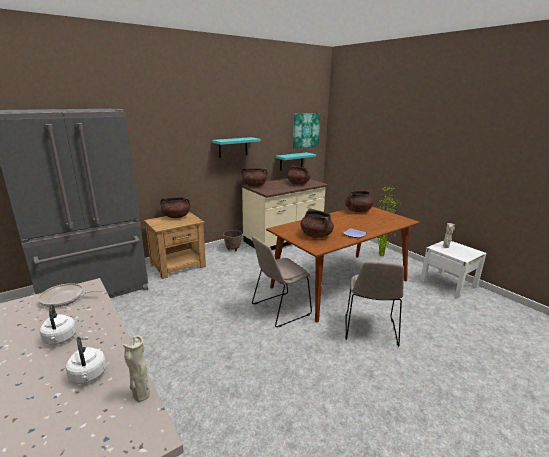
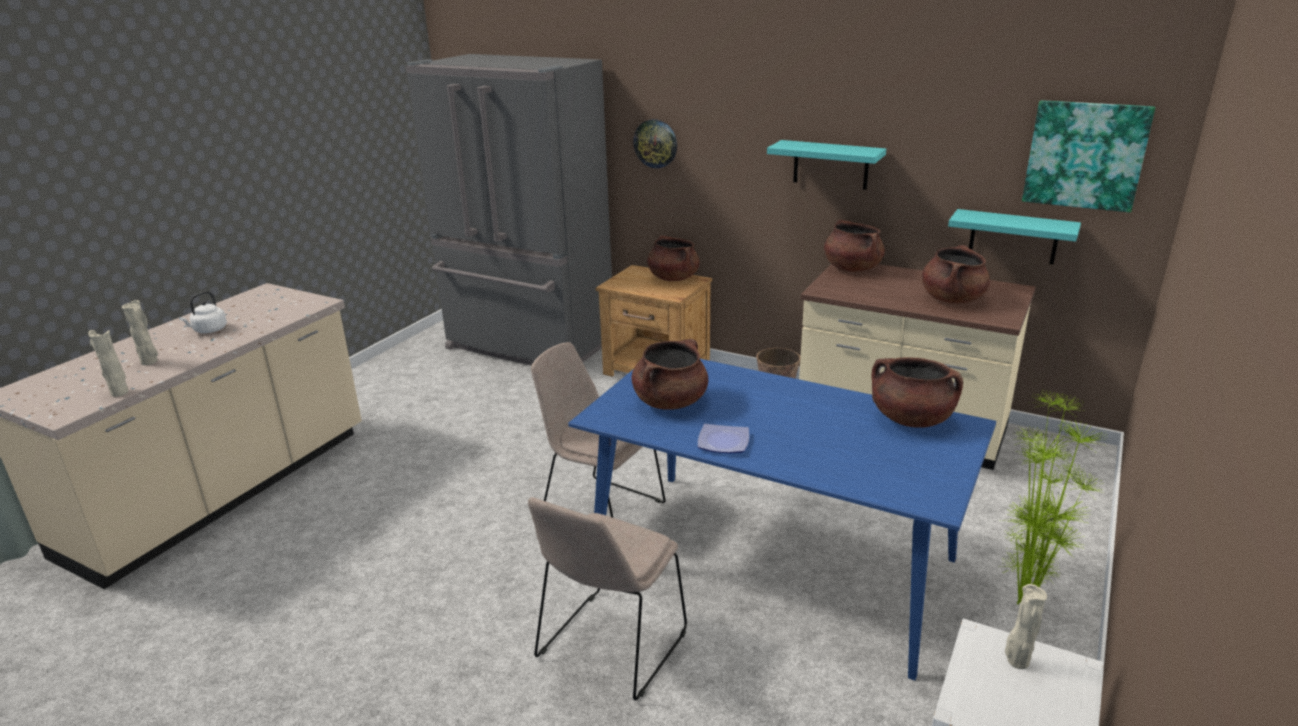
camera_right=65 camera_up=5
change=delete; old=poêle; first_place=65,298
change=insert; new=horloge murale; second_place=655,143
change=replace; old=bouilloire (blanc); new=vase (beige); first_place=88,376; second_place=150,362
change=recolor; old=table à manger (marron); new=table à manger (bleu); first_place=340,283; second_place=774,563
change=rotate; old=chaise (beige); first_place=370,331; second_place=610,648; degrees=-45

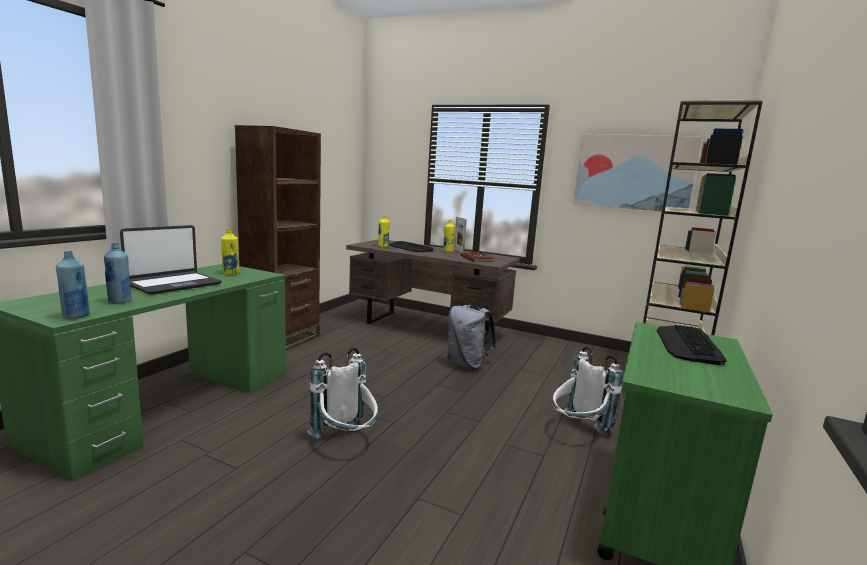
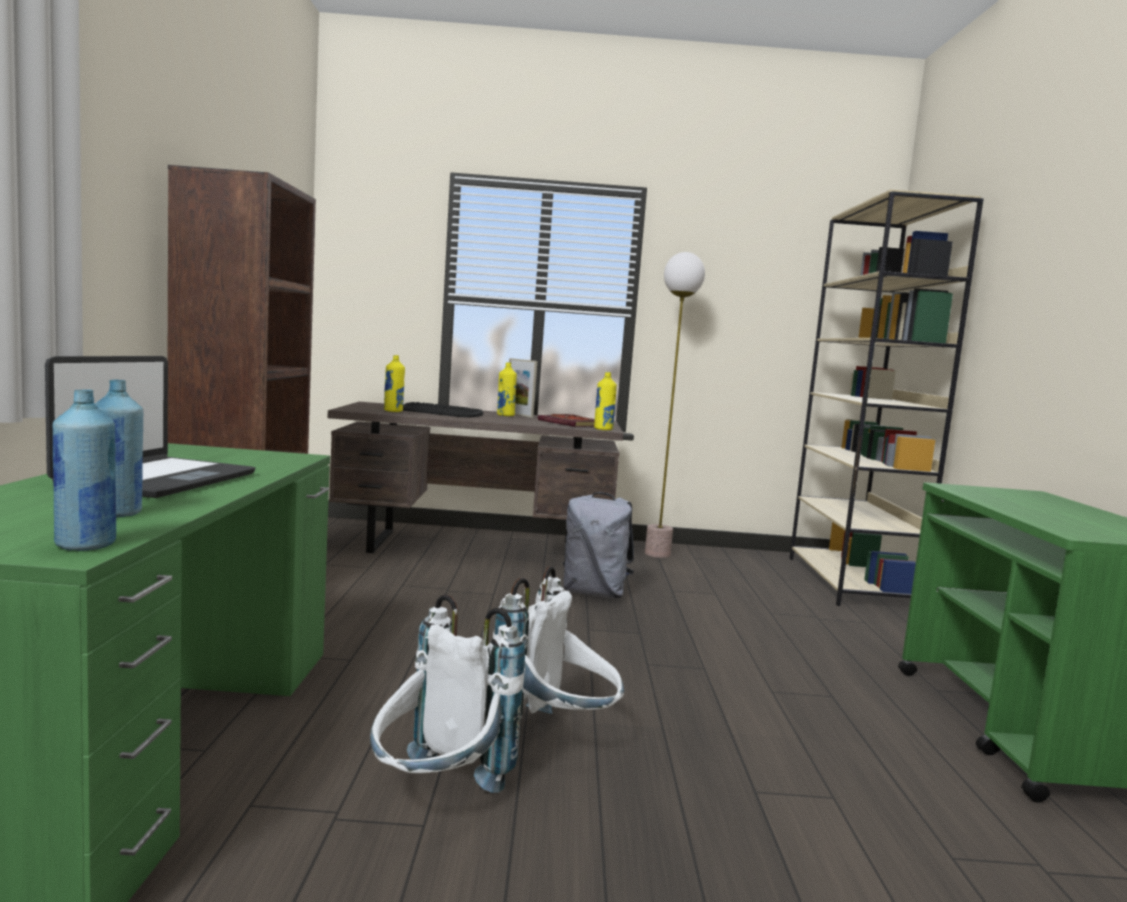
camera_right=-25 camera_up=-5
change=delete; old=tableau; first_place=633,172
change=delete; old=clavier; first_place=688,345
change=insert; new=lampadaire; second_place=657,554
change=move; old=bouteille (jaune); first_place=230,273; second_place=603,429
change=move; old=sac à dos (blanc); first_place=577,431; second_place=437,796

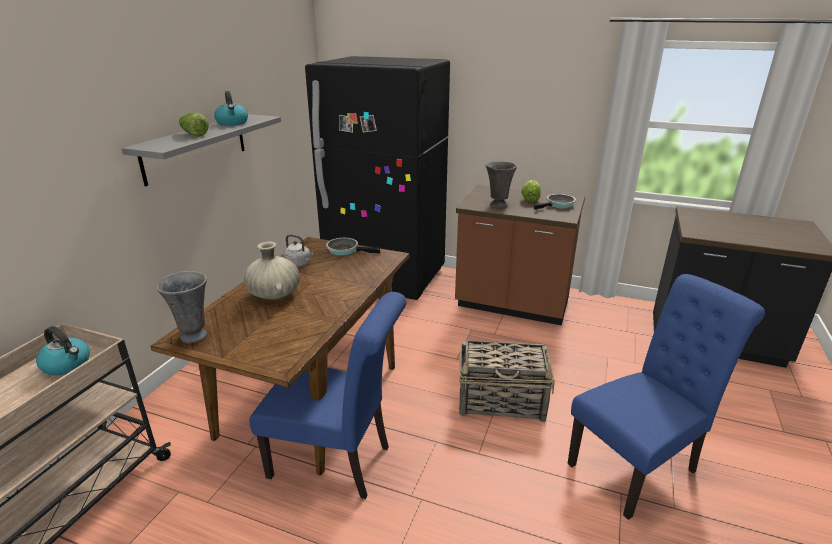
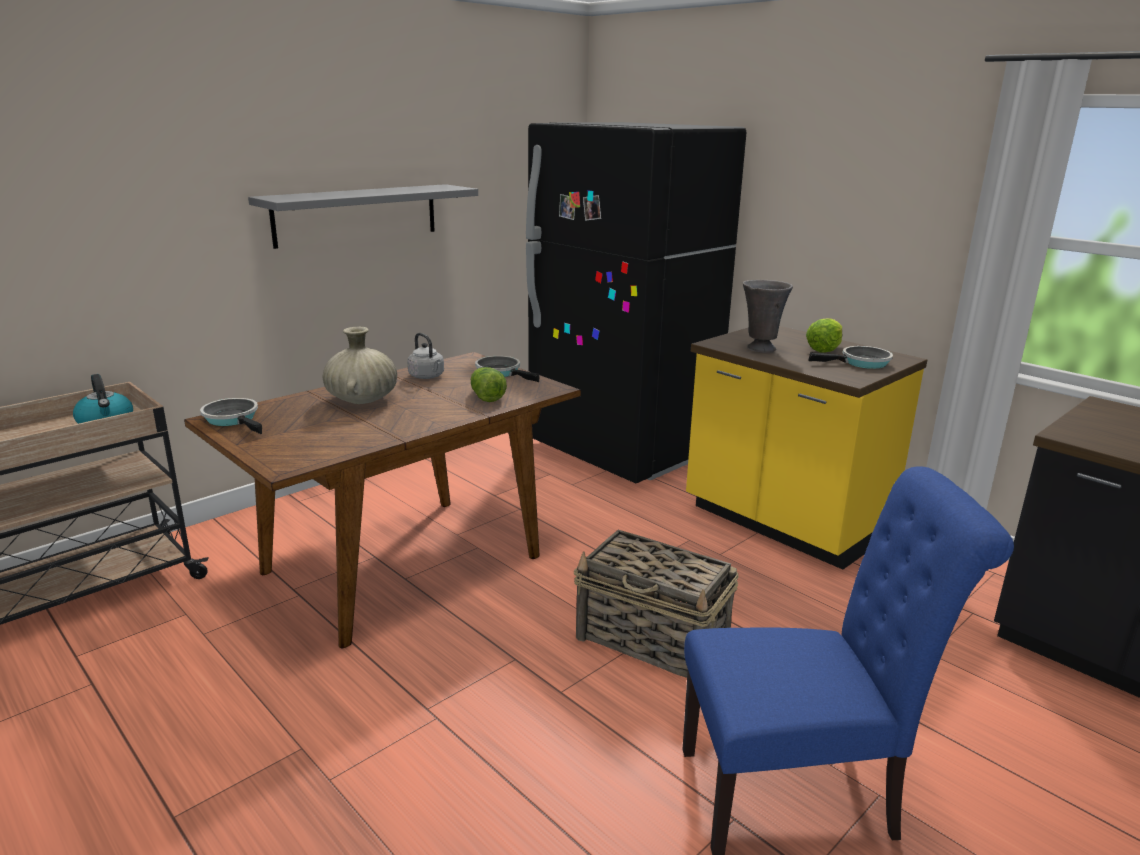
camera_right=25 camera_up=-5
change=delete; old=bouilloire; first_place=232,123
change=delete; old=chaise (bleu); first_place=337,462
change=move; old=laitue; first_place=194,134; second_place=486,396
change=replace; old=vase (gris); new=poêle; first_place=194,335; second_place=233,419
change=recolor; old=comptoir de cuisine (marron); new=comptoir de cuisine (jaune); first_place=512,304; second_place=784,523

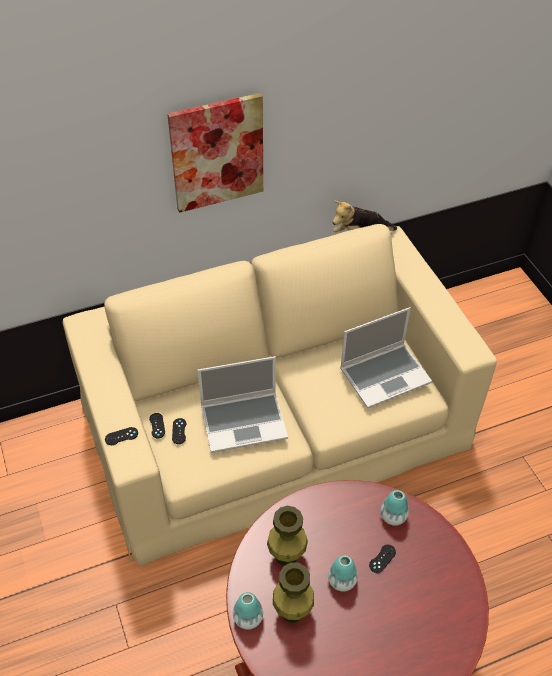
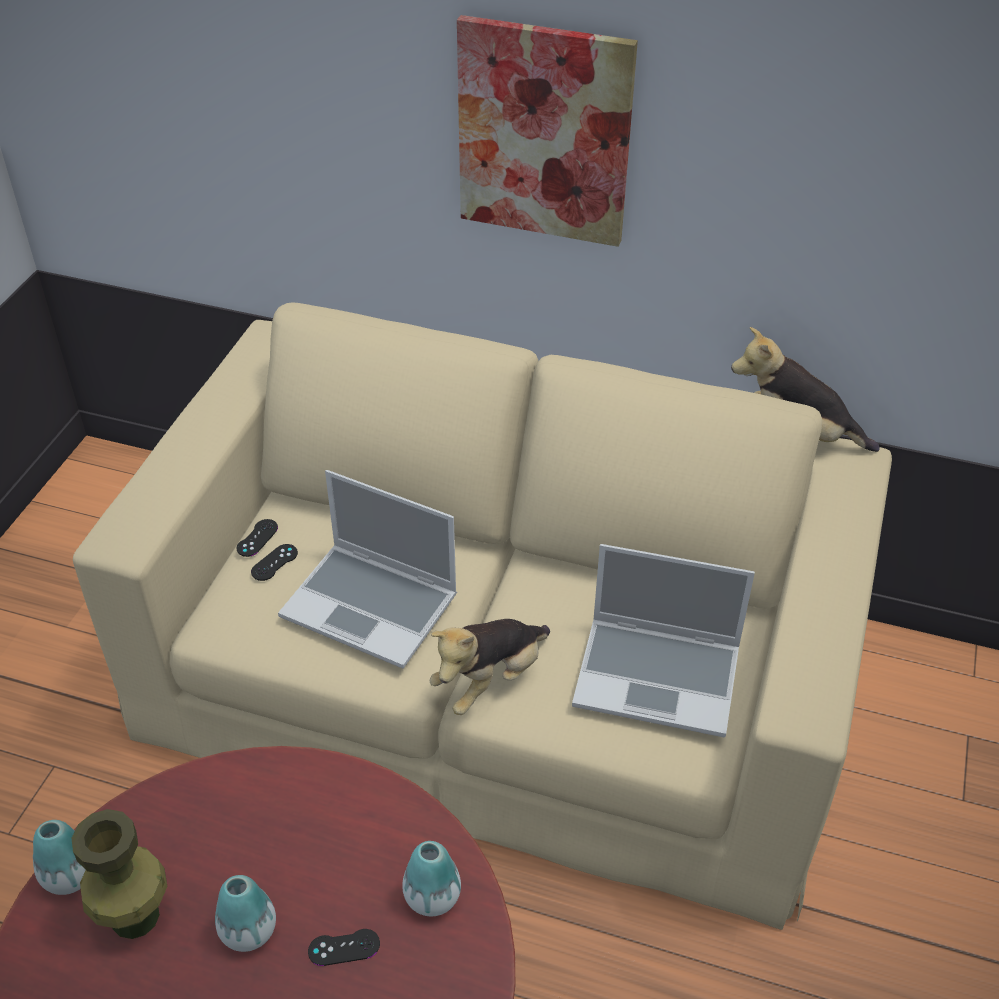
camera_right=40 camera_up=-5
change=delete; old=manette (noir); first_place=121,436
change=delete; old=vase (vert); first_place=287,555
change=insert; new=peluche; second_place=490,680

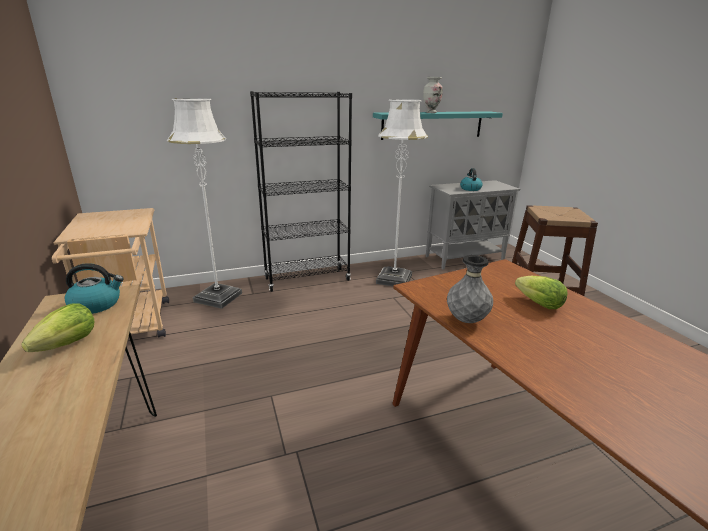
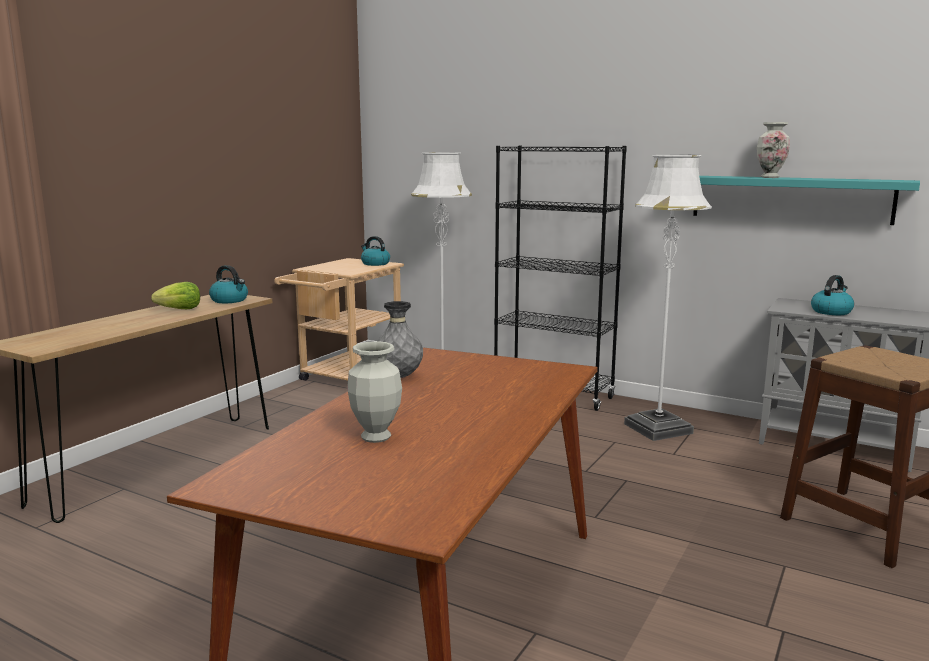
camera_right=50 camera_up=-10
change=delete; old=laitue; first_place=539,304
change=insert; new=vase; second_place=376,437
change=insert; new=bouilloire; second_place=375,263

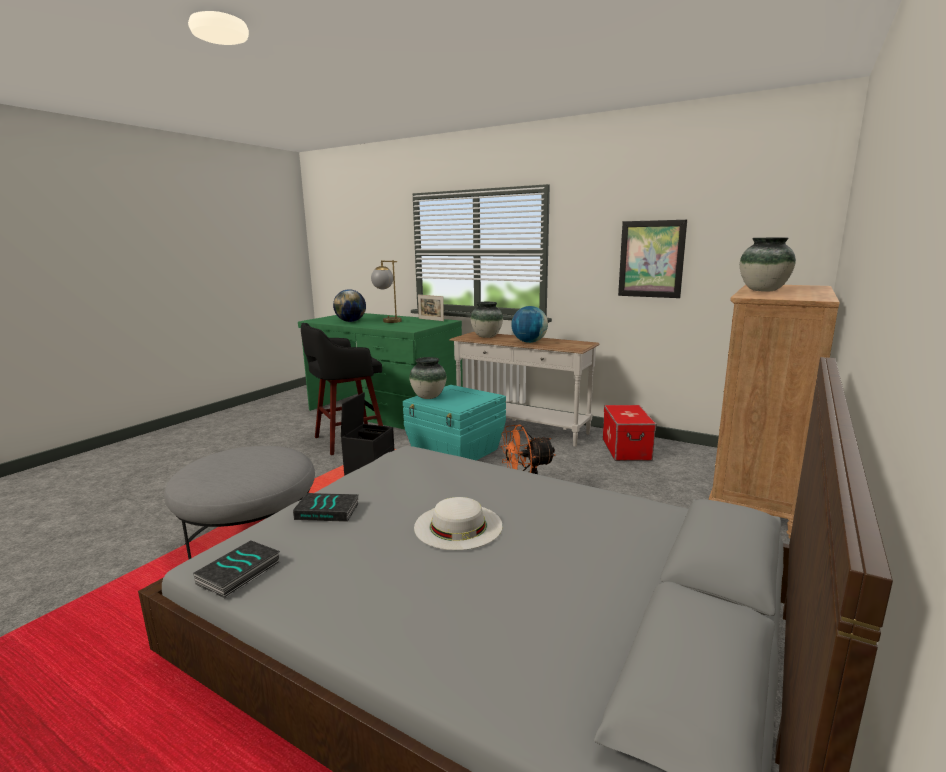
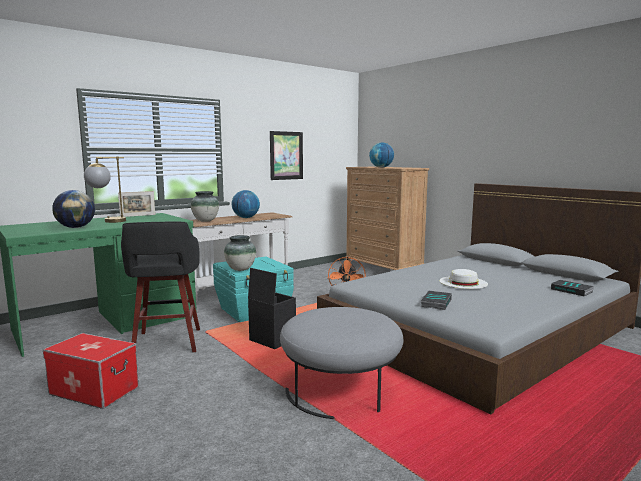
camera_right=-70 camera_up=-5
change=move; old=livre; first_place=239,574; second_place=572,290
change=move; old=boîte de rangement; first_place=625,449; second_place=93,391
change=replace; old=vase; new=globe; first_place=763,290; second_place=381,167

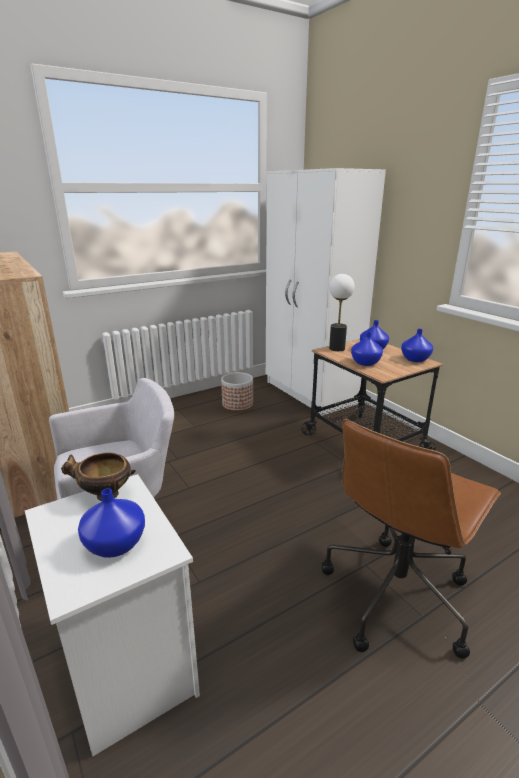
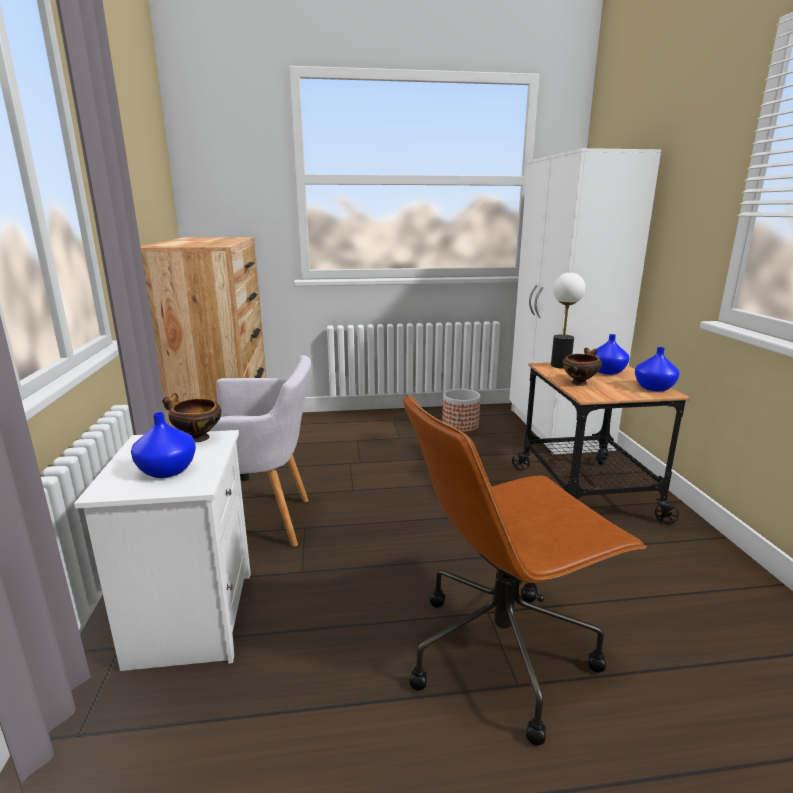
camera_right=25 camera_up=-5
change=replace; old=vase (bleu); new=bol; first_place=365,363; second_place=579,383

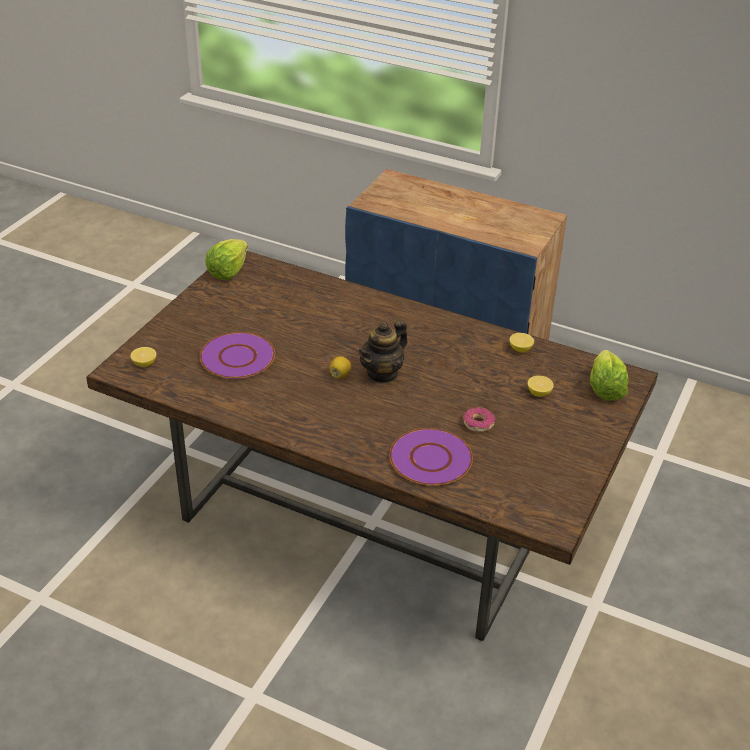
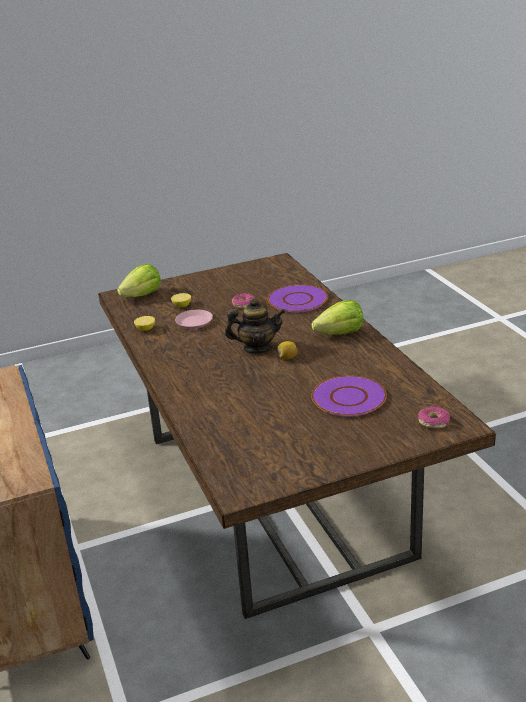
camera_right=-135 camera_up=-10
change=insert; new=assiette (rose); second_place=194,322
change=move; old=laitue; first_place=228,271; second_place=340,333
change=replace; old=citron; new=beignet; first_place=144,364; second_place=433,422

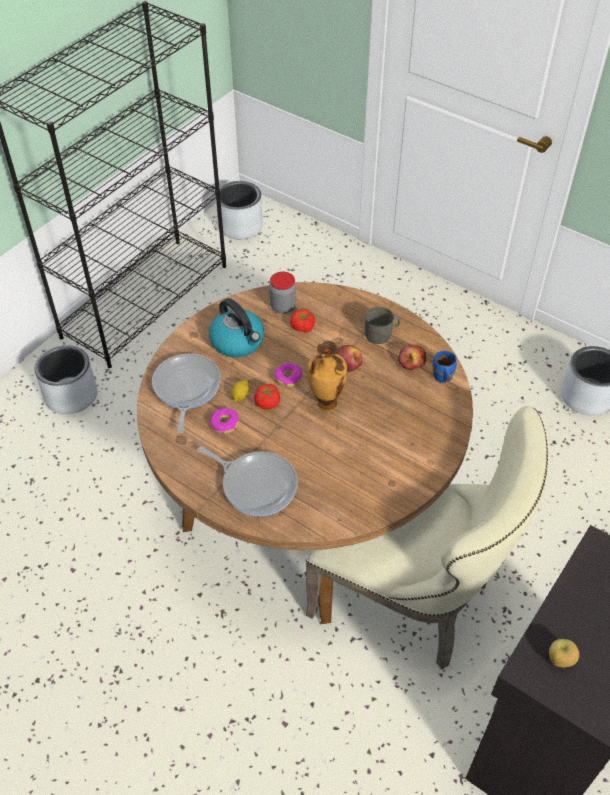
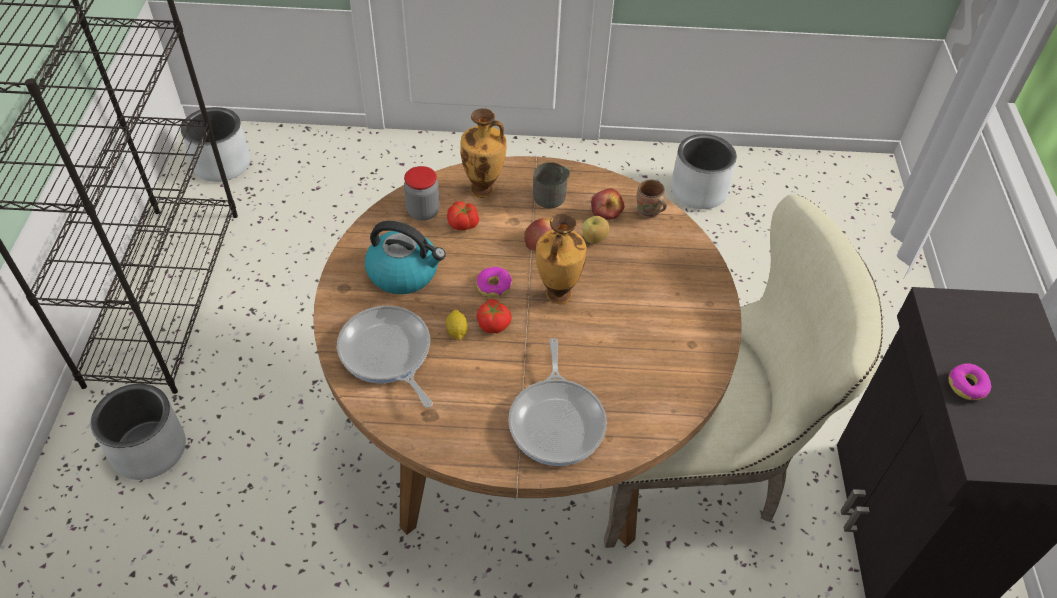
camera_right=-35 camera_up=0
change=insert; new=vase; second_place=484,190
change=move; old=beignet; first_place=224,424; second_place=967,386
change=move; old=pomme; first_place=560,660; second_place=594,240
change=recolor; old=mug (bleu); new=mug (marron); first_place=441,377; second_place=648,212
change=rotate; old=poêle; first_place=256,484; second_place=557,421; degrees=90

